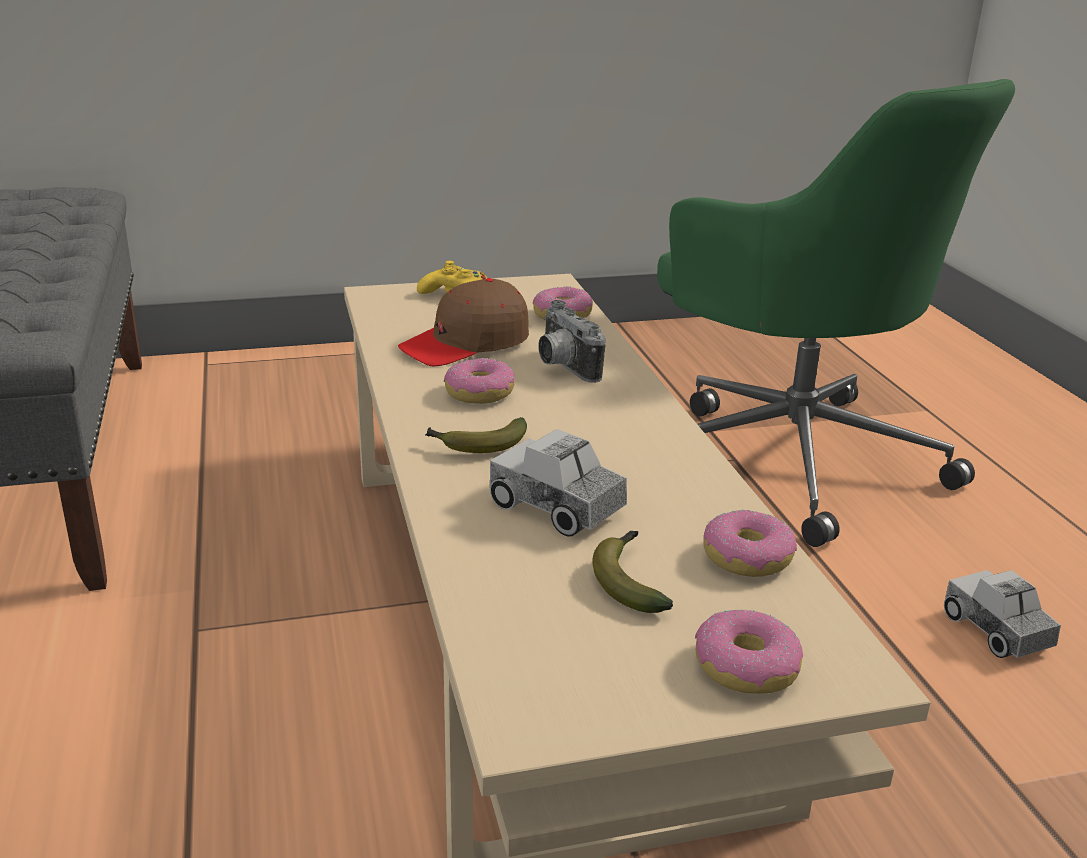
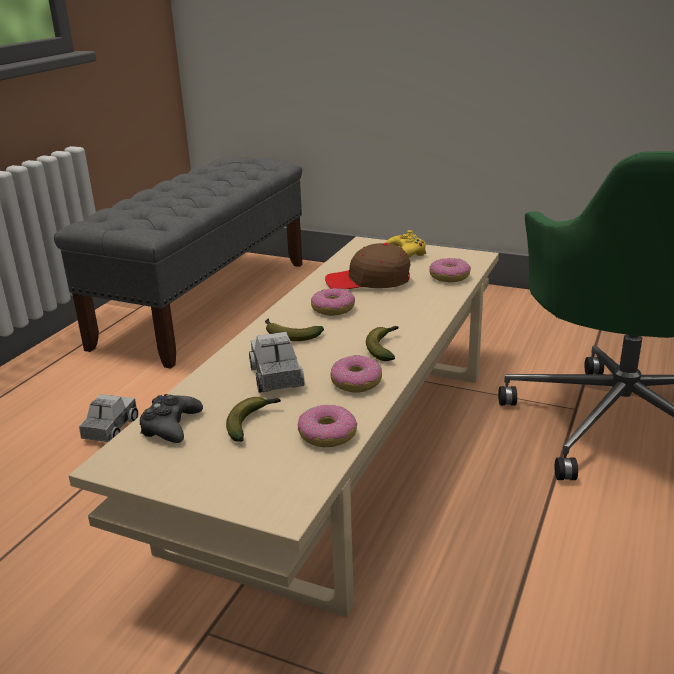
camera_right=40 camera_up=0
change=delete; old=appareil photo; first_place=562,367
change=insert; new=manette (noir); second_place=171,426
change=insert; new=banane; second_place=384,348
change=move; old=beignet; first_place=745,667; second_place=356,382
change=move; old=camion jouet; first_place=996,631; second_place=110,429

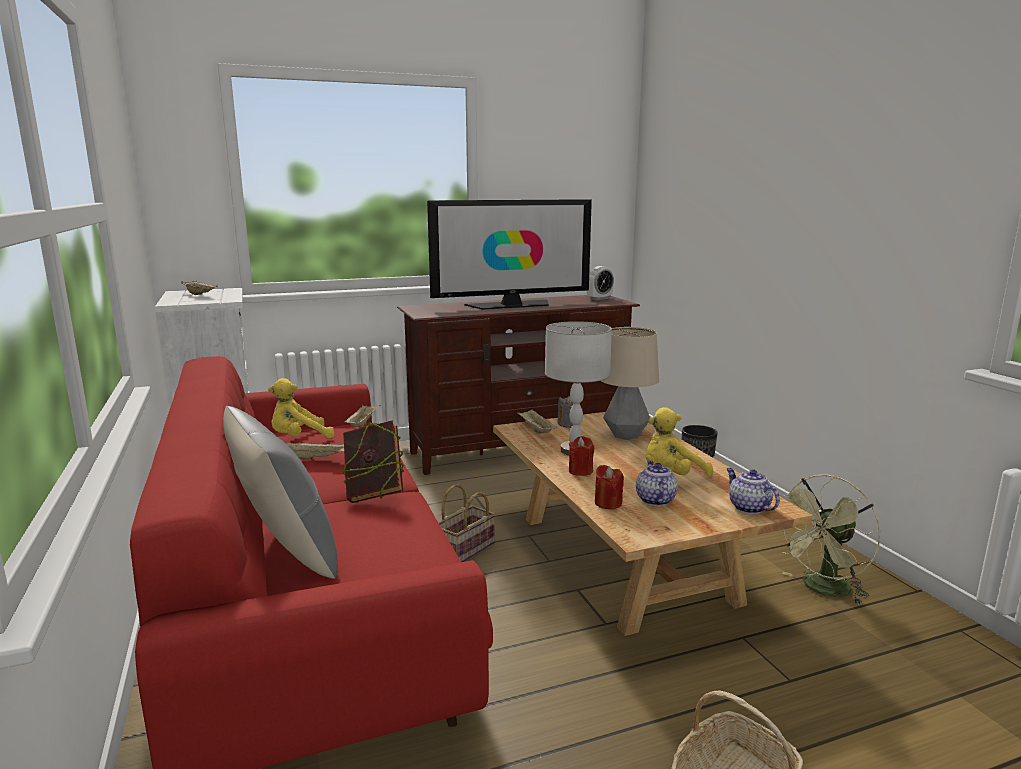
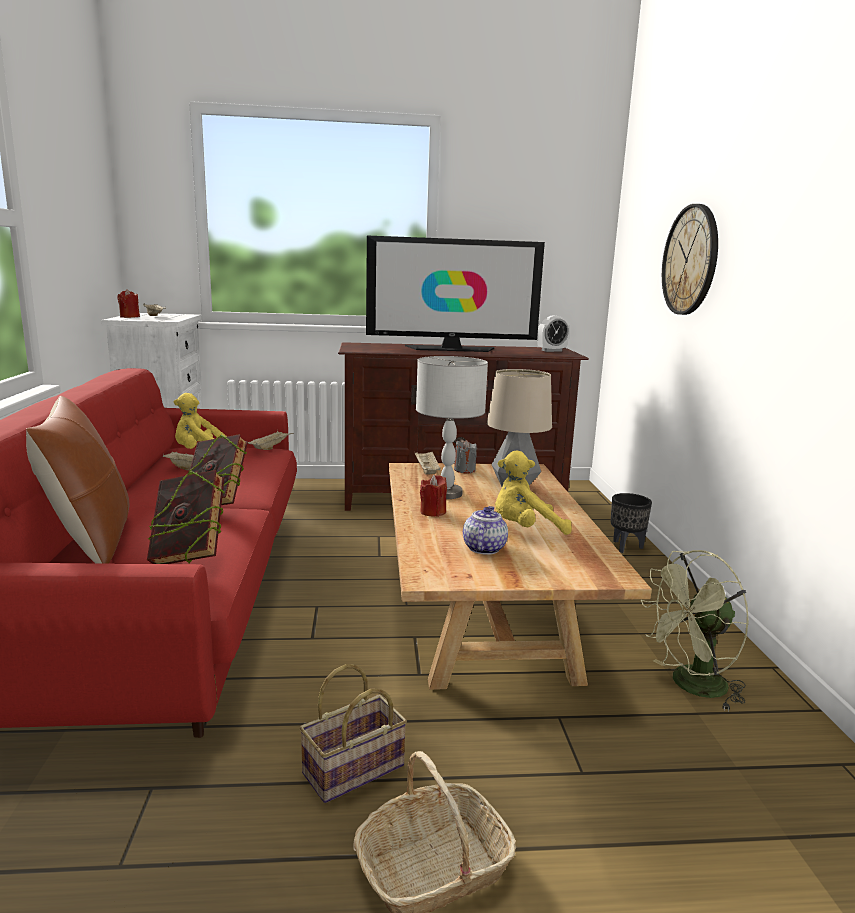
camera_right=15 camera_up=0
change=delete; old=théière; first_place=748,507
change=insert; new=livre; second_place=189,557
change=insert; new=horloge murale; second_place=690,260
change=move; old=panier; first_place=465,550; second_place=352,771
change=move; old=bougie (rouge); first_place=608,503; second_place=129,317
change=recolor; old=coussin (gris); new=coussin (marron); first_place=287,552; second_place=90,540

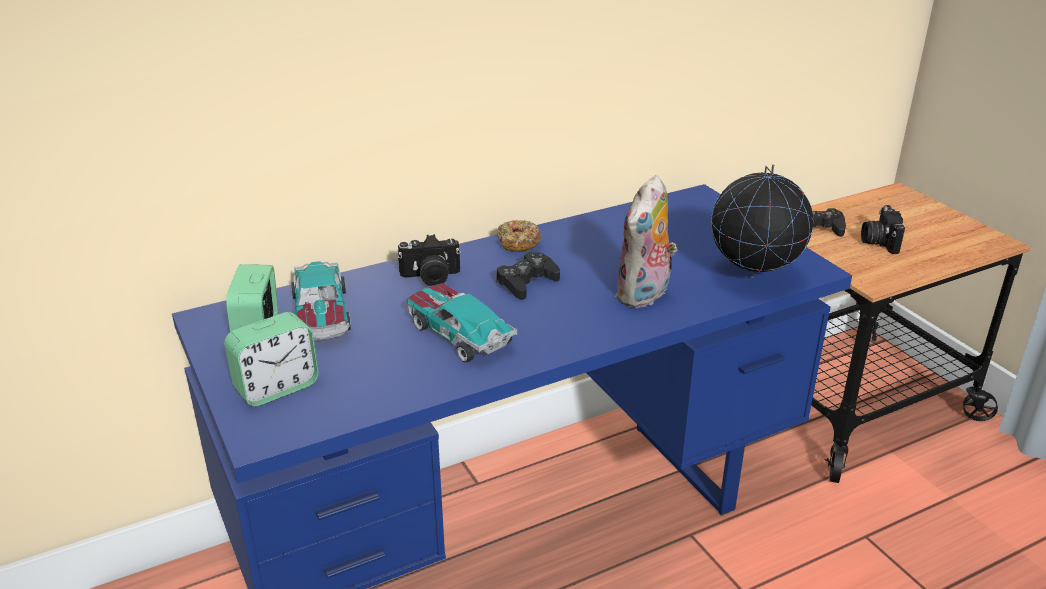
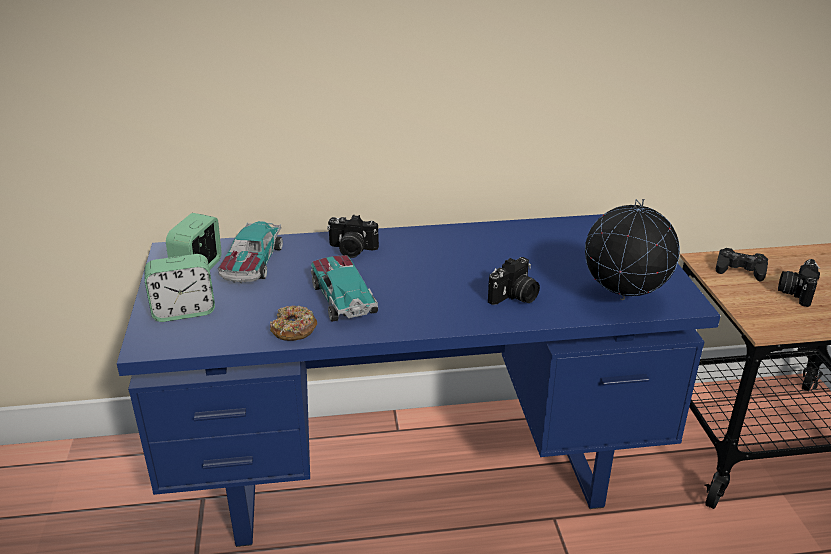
camera_right=20 camera_up=0
change=delete; old=manette (noir); first_place=526,282
change=move; old=beignet; first_place=518,243; second_place=293,330
change=replace; old=peluche; new=appareil photo; first_place=644,296; second_place=514,297

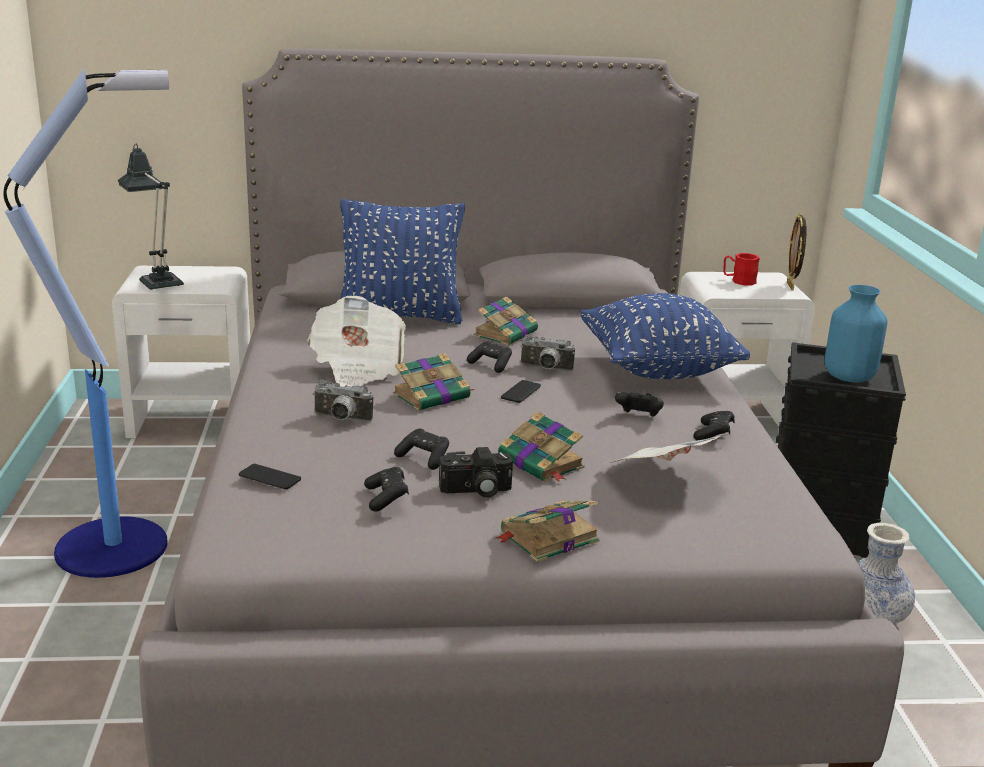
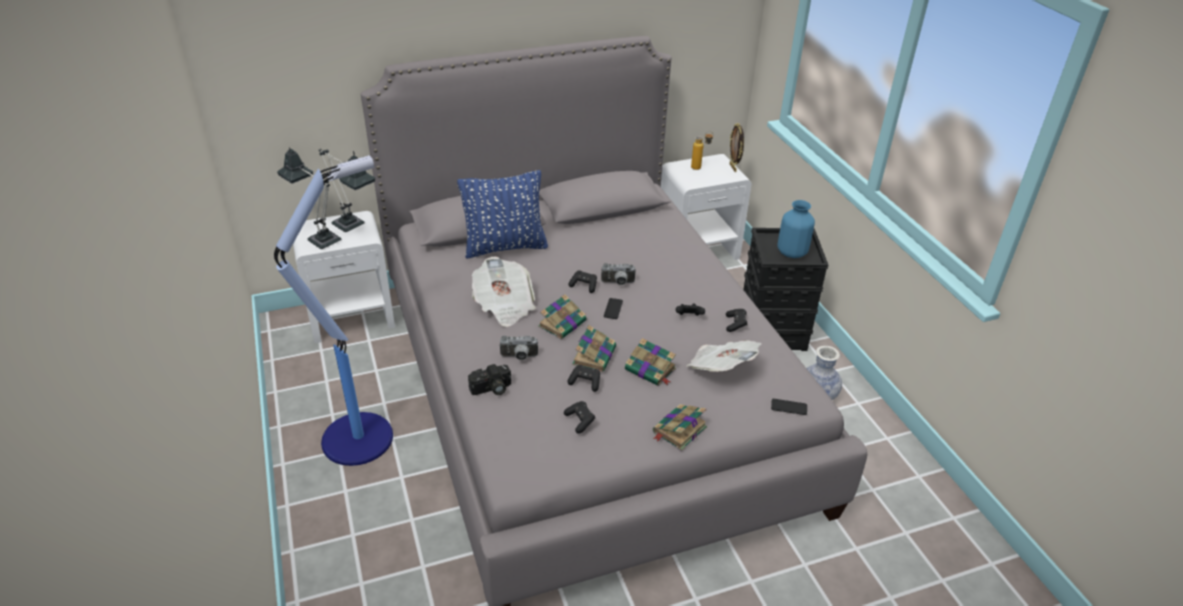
camera_right=-15 camera_up=15
change=delete; old=coussin (bleu); first_place=657,369
change=insert; new=lampe de table; second_place=352,227
change=move; old=téléphone; first_place=269,477; second_place=789,407
change=move; old=appareil photo; first_place=476,491; second_place=491,389
change=move; old=livre; first_place=506,333; second_place=594,355
change=replace; old=mug (rouge); new=bouteille; first_place=738,281; second_place=700,168

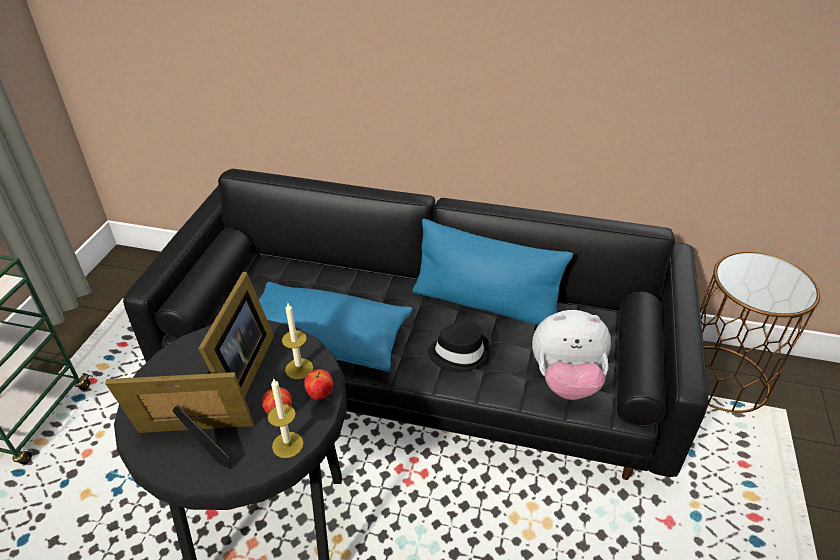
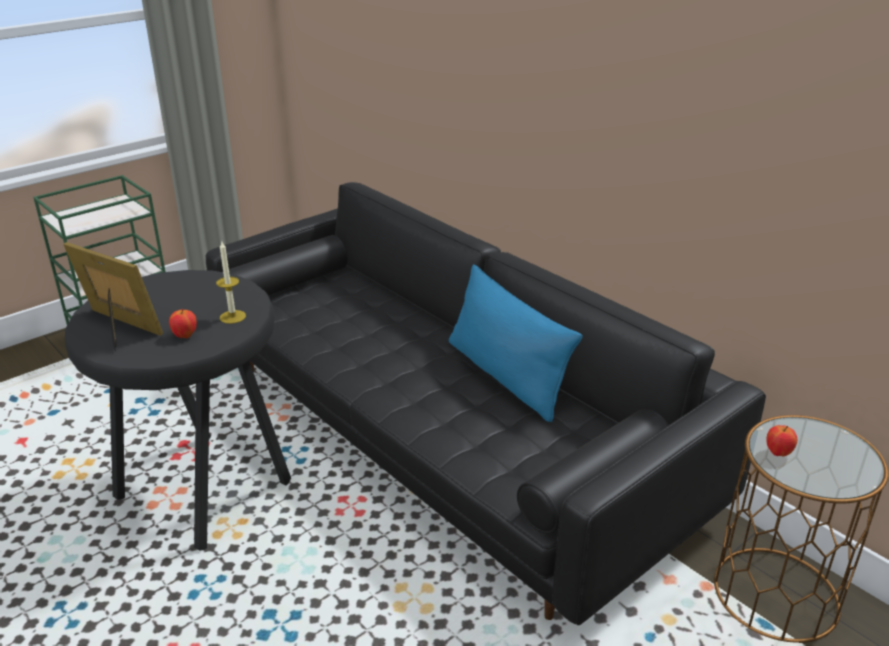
camera_right=35 camera_up=-10
change=delete; old=cadre photo; first_place=240,373
change=delete; old=coussin (bleu); first_place=326,340
change=delete; old=bougie; first_place=287,445
change=delete; old=chapeau (noir); first_place=459,352
change=delete; old=peluche; first_place=566,380
change=move; old=pomme; first_place=320,395; second_place=778,453

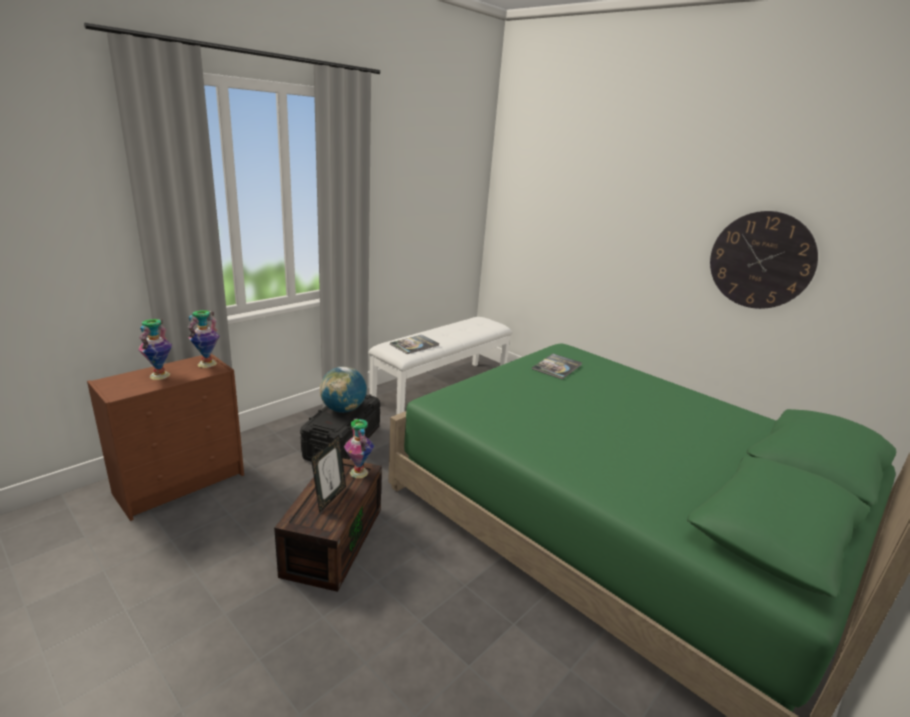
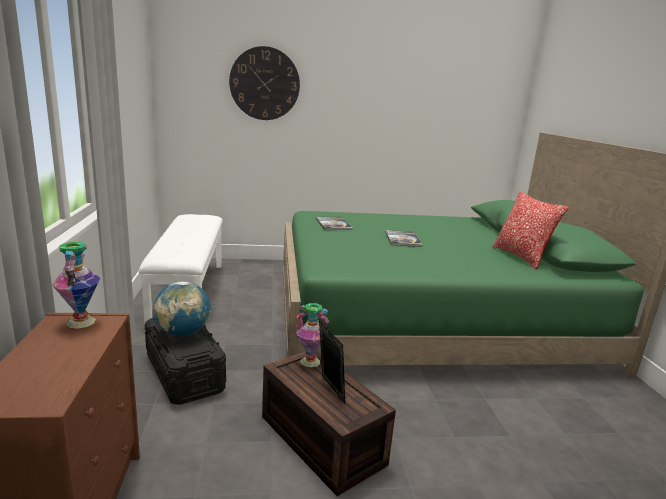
camera_right=-50 camera_up=-5
change=delete; old=vase; first_place=160,375
change=insert; new=coussin; second_place=521,257
change=move; old=livre; first_place=414,345; second_place=402,239
change=move; old=horloge murale; first_place=761,260; second_place=264,84

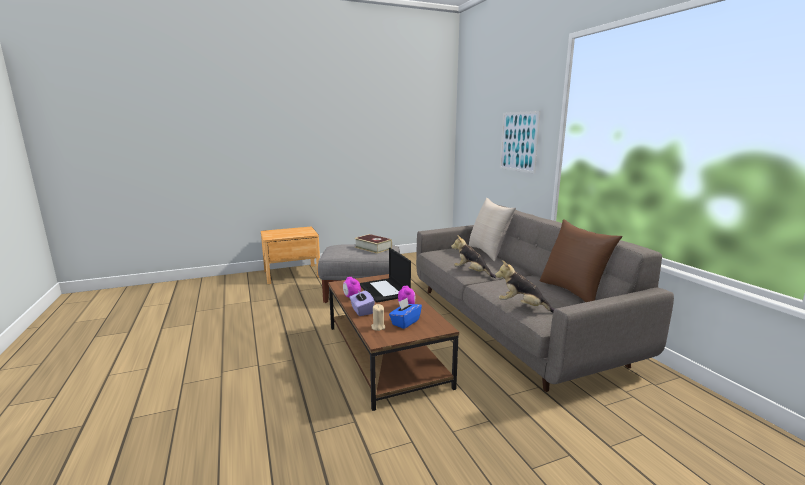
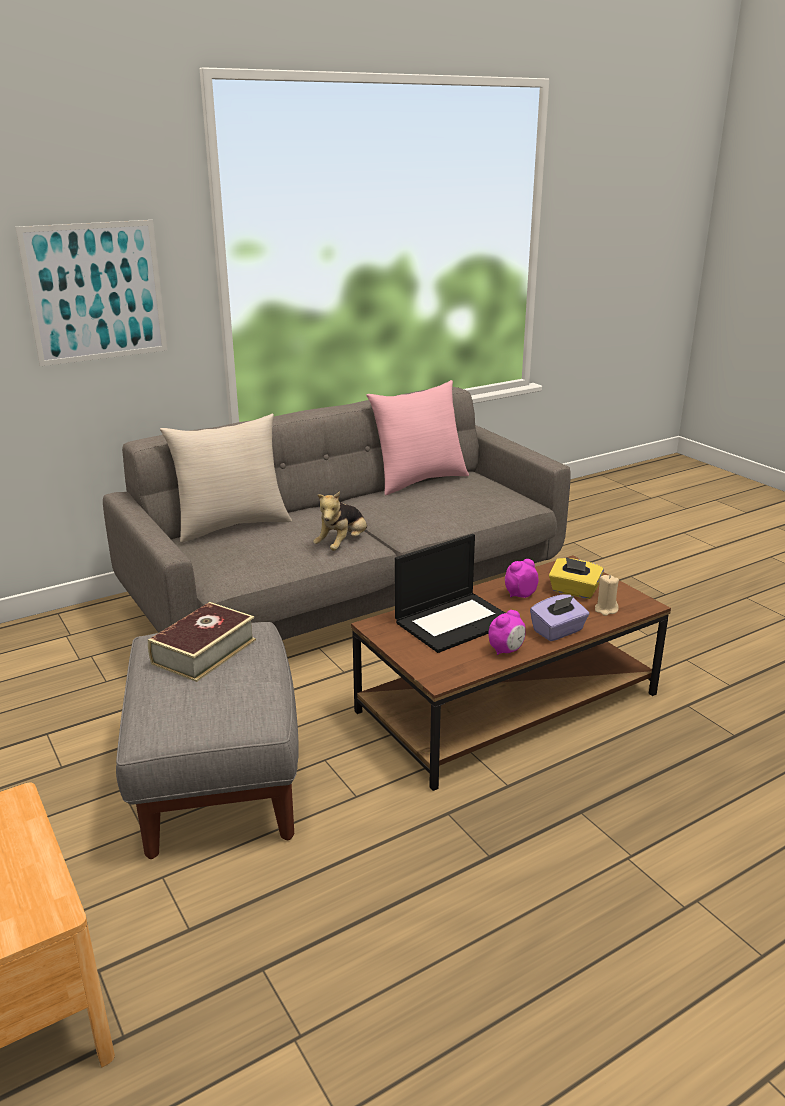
camera_right=-100 camera_up=10
change=delete; old=peluche; first_place=522,307
change=recolor; old=boîte à mouchoirs (bleu); new=boîte à mouchoirs (jaune); first_place=405,322; second_place=574,591
change=recolor; old=coussin (marron); new=coussin (rose); first_place=573,291; second_place=418,480

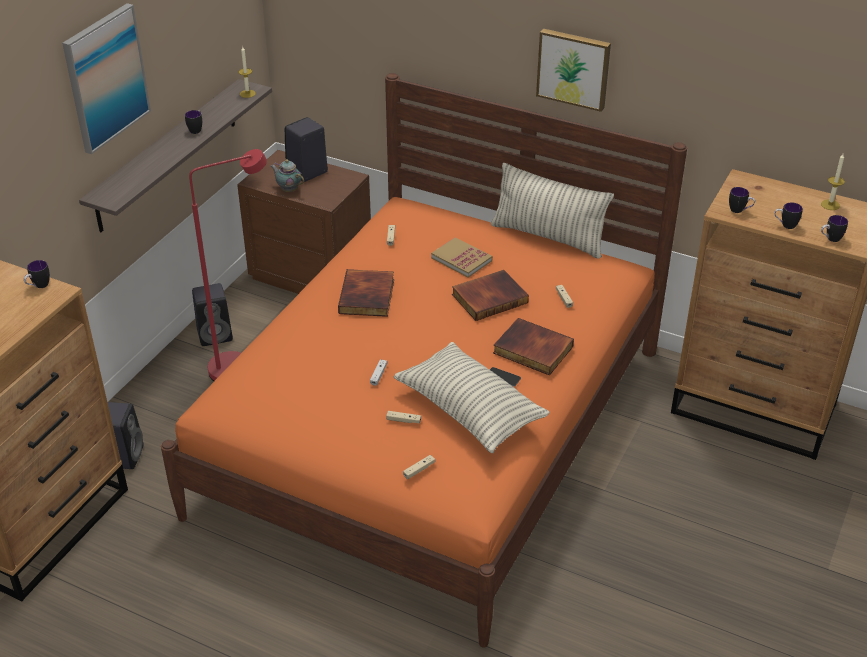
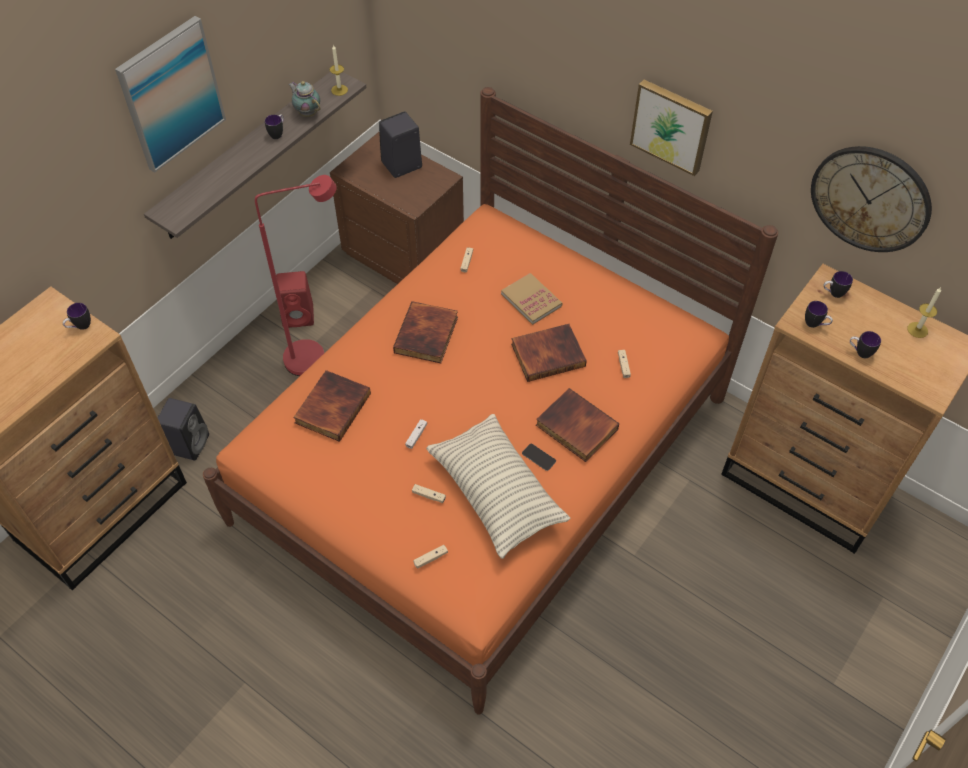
camera_right=10 camera_up=15
change=delete; old=coussin; first_place=548,237
change=insert; new=livre; second_place=332,407
change=insert; new=horloge murale; second_place=870,198
change=move; old=théière; first_place=288,190; second_place=307,113
change=move; old=mug; first_place=830,239; second_place=833,293
change=recolor; old=enceinte (noir); new=enceinte (rouge); first_place=216,335; second_place=299,316

